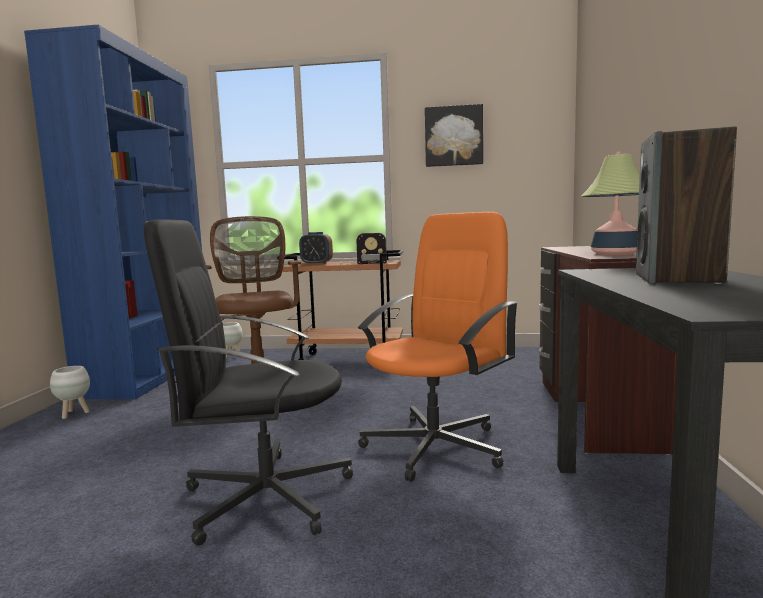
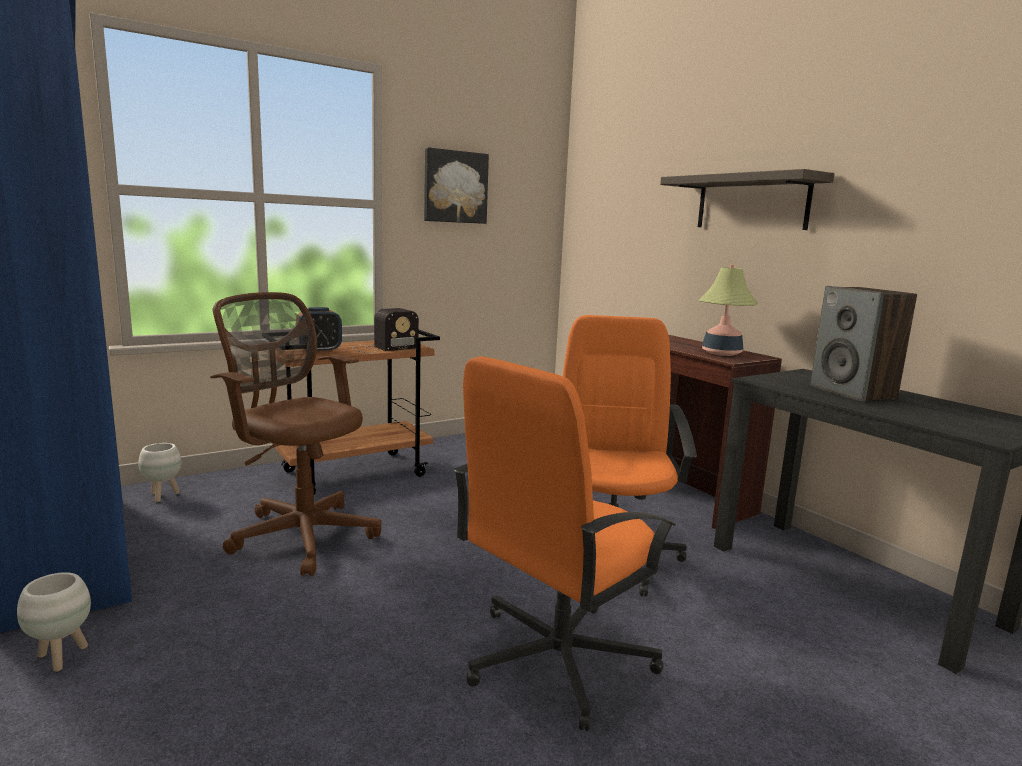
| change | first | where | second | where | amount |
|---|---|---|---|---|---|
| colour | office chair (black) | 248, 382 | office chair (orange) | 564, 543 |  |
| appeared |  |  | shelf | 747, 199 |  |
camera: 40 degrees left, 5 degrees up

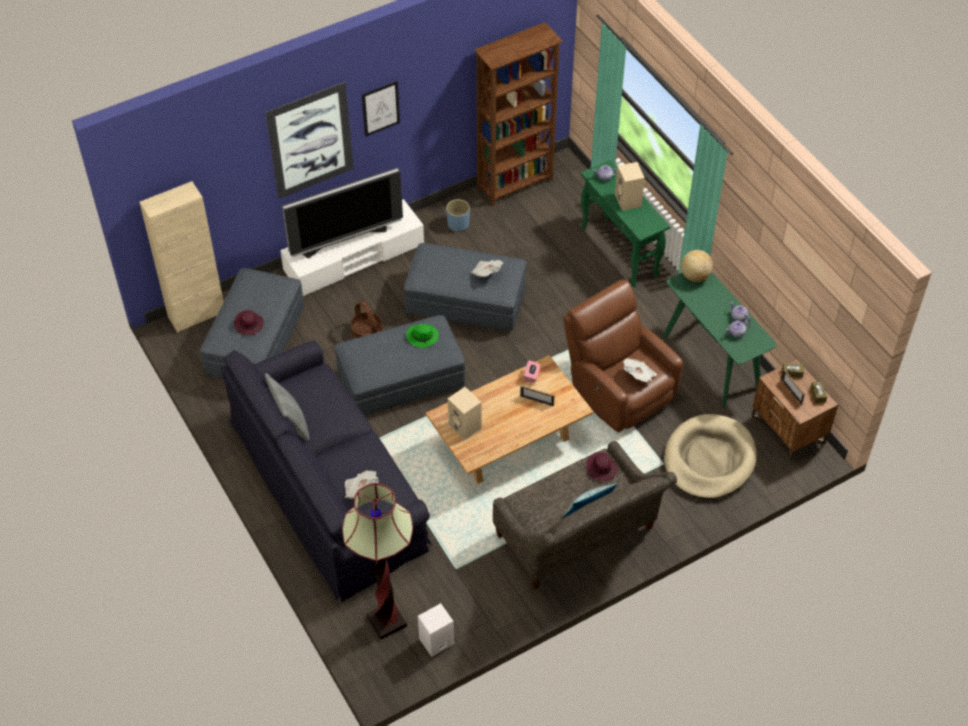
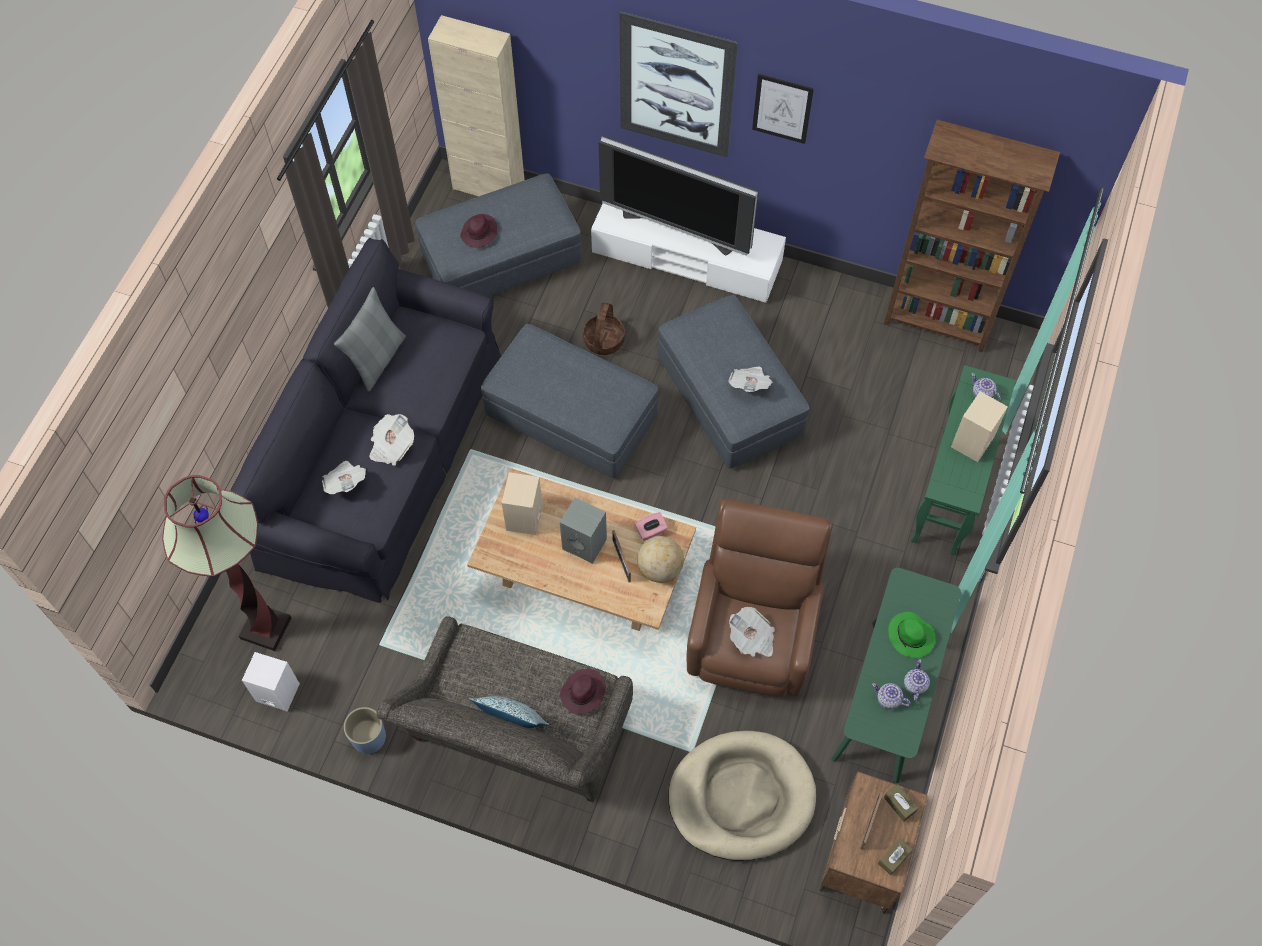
| change | first | where | second | where | amount |
|---|---|---|---|---|---|
| relocated | planter (blue) | 458, 215 |  | 365, 730 |  |
| appeared |  |  | newspaper | 391, 439 |  |
| appeared |  |  | speaker (grey) | 583, 531 |  |
| relocated | globe | 697, 266 |  | 660, 559 |  |
| relocated | hat (green) | 422, 336 |  | 912, 635 |  |
camera: 50 degrees right, 10 degrees up

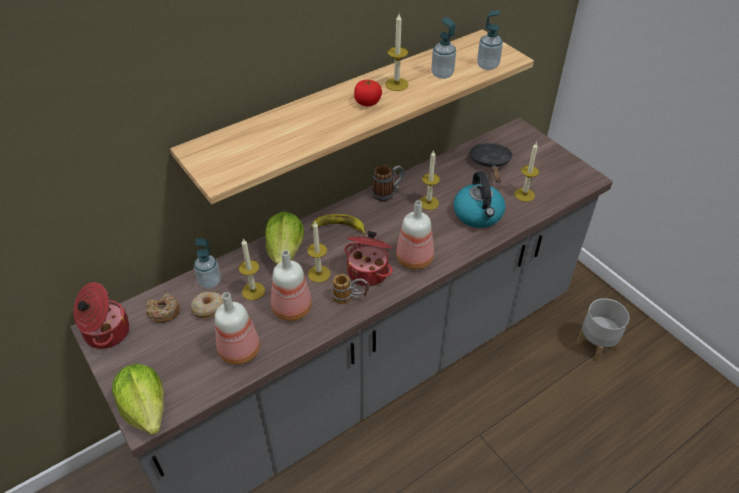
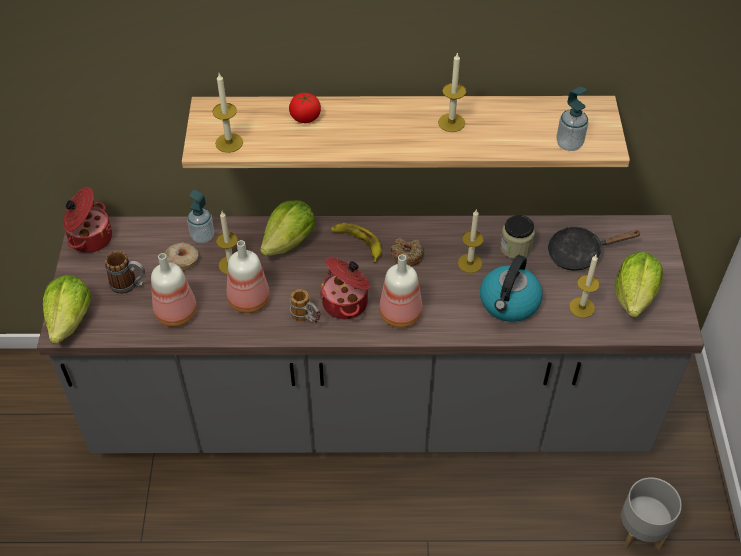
| change | first | where | second | where | amount |
|---|---|---|---|---|---|
| relocated | mug | 388, 183 |  | 125, 272 |  |
| relocated | candle | 318, 252 |  | 227, 113 |  |
| relocated | tomato | 368, 93 |  | 305, 108 |  |
| relocated | donut | 163, 308 |  | 407, 252 |  |
| appeared |  |  | jar | 517, 237 |  |
| spun | frying pan (black) | 491, 163 |  | 594, 248 | 135 degrees counterclockwise |
| appeared |  |  | lettuce | 639, 284 |  |
| missing | soap dispenser | 443, 48 |  |  |  |
camera: 35 degrees right, 5 degrees up

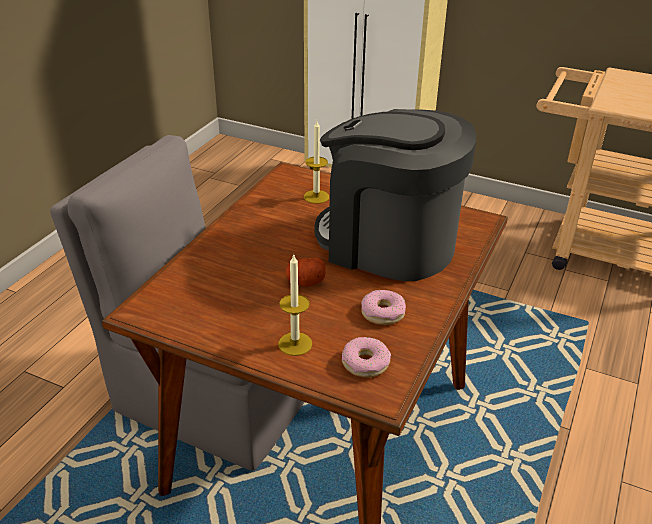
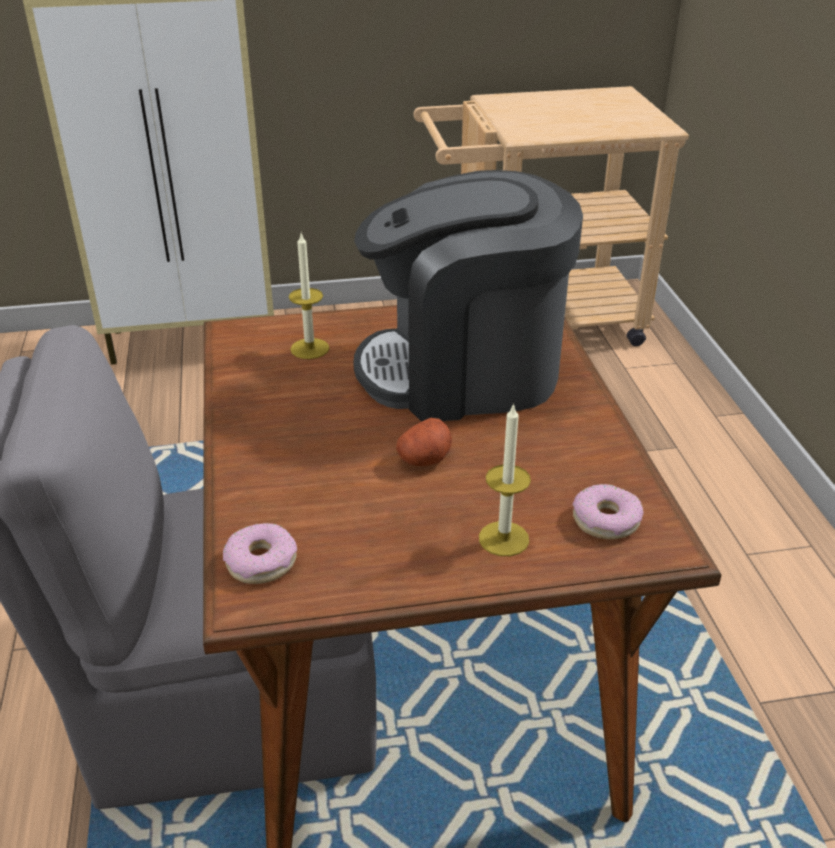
| change | first | where | second | where | amount |
|---|---|---|---|---|---|
| relocated | donut | 383, 307 |  | 260, 553 |  |
camera: 35 degrees left, 0 degrees up

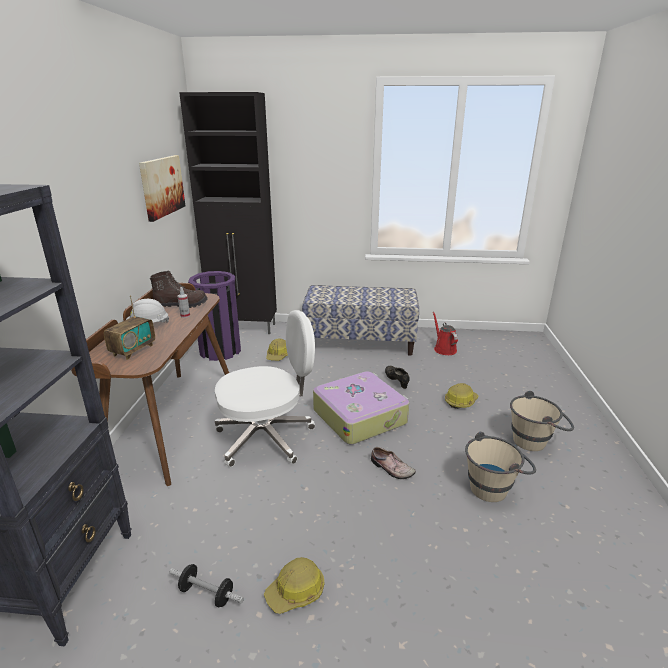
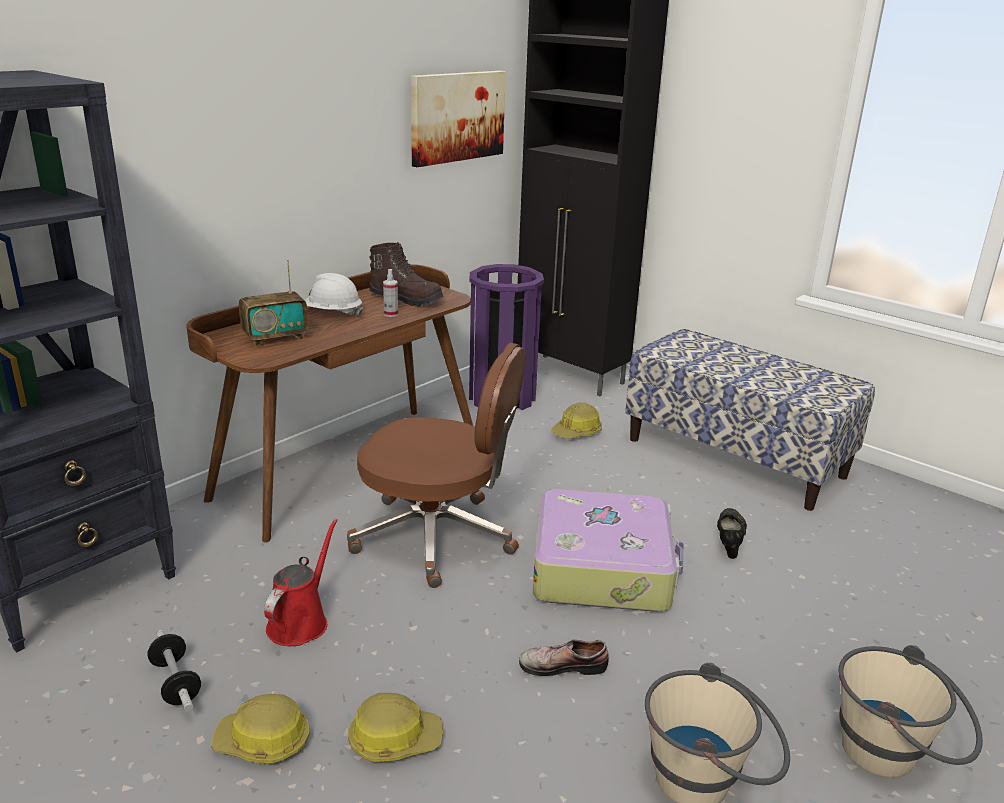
| change | first | where | second | where | amount |
|---|---|---|---|---|---|
| relocated | watering can (red) | 445, 333 |  | 301, 582 |  |
| colour | office chair (white) | 265, 388 | office chair (brown) | 436, 465 |  |
| relocated | hard hat | 462, 396 |  | 395, 727 |  |
| spun | shoe | 393, 463 |  | 564, 657 | 105 degrees clockwise |
camera: 35 degrees right, 0 degrees up

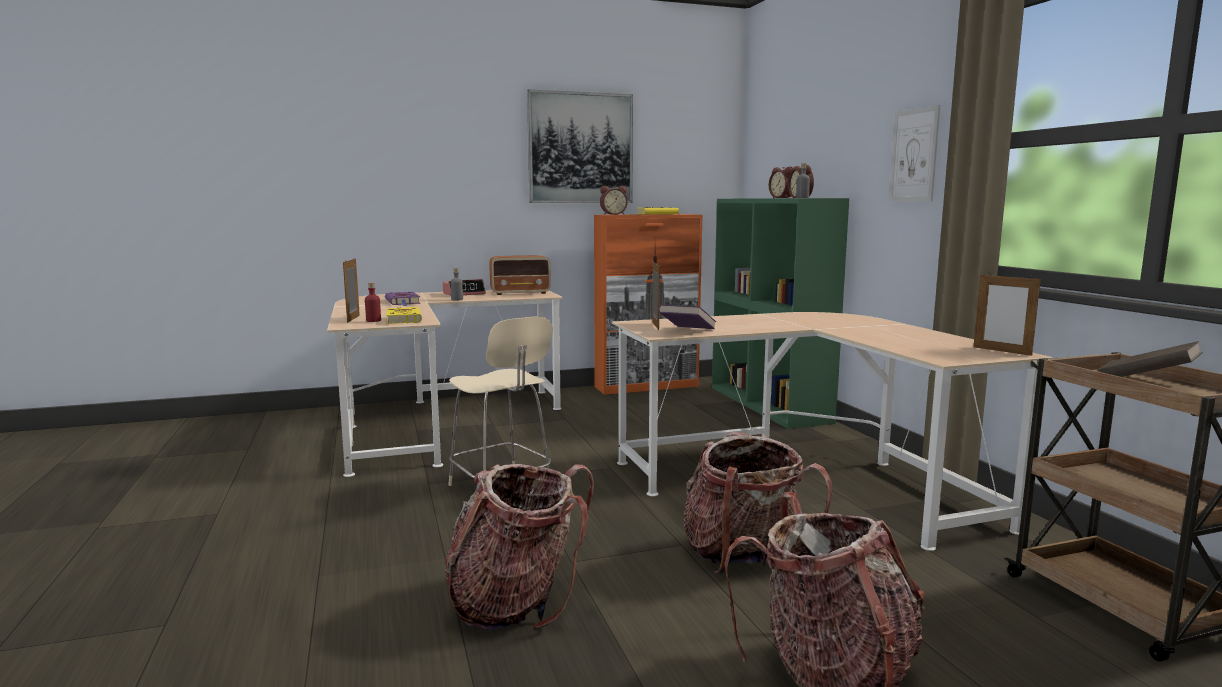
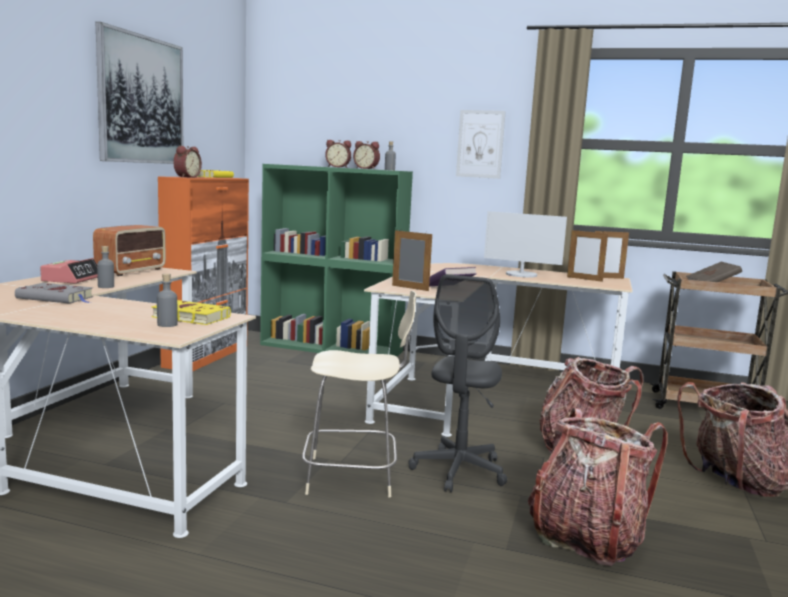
| change | first | where | second | where | amount |
|---|---|---|---|---|---|
| colour | book (purple) | 402, 299 | book (grey) | 54, 293 |  |
| colour | bottle (red) | 373, 302 | bottle (grey) | 167, 300 |  |
| appeared |  |  | office chair (grey) | 457, 383 |  |
| appeared |  |  | monitor | 525, 244 |  |
| relocated | picture frame | 351, 290 |  | 587, 255 |  |
camera: 55 degrees left, 0 degrees up

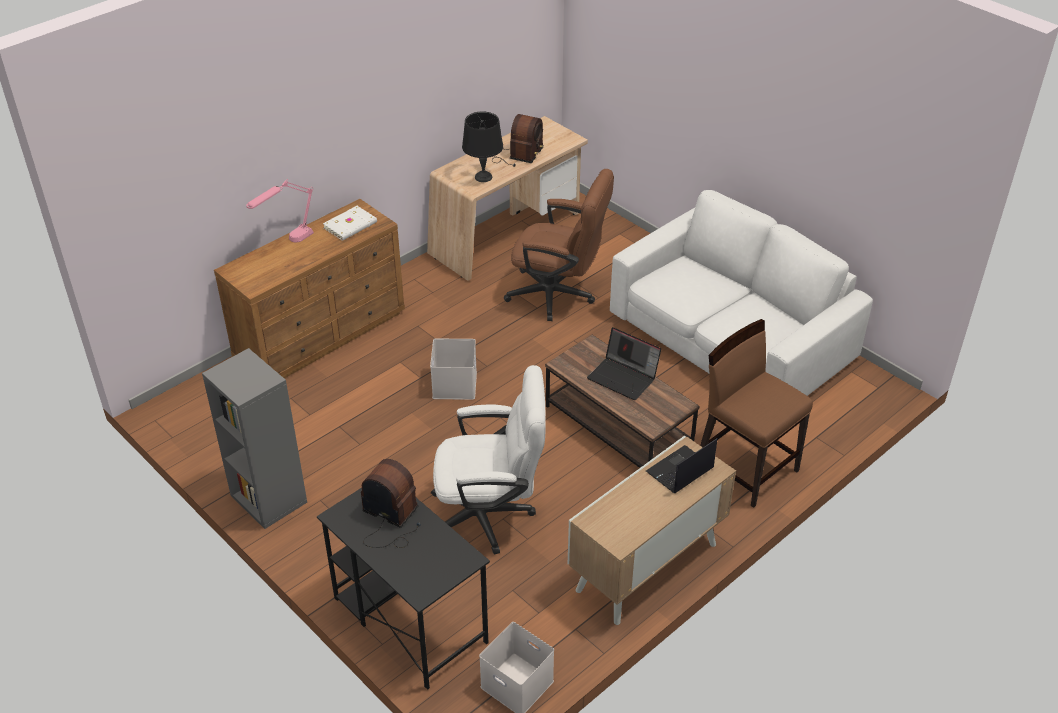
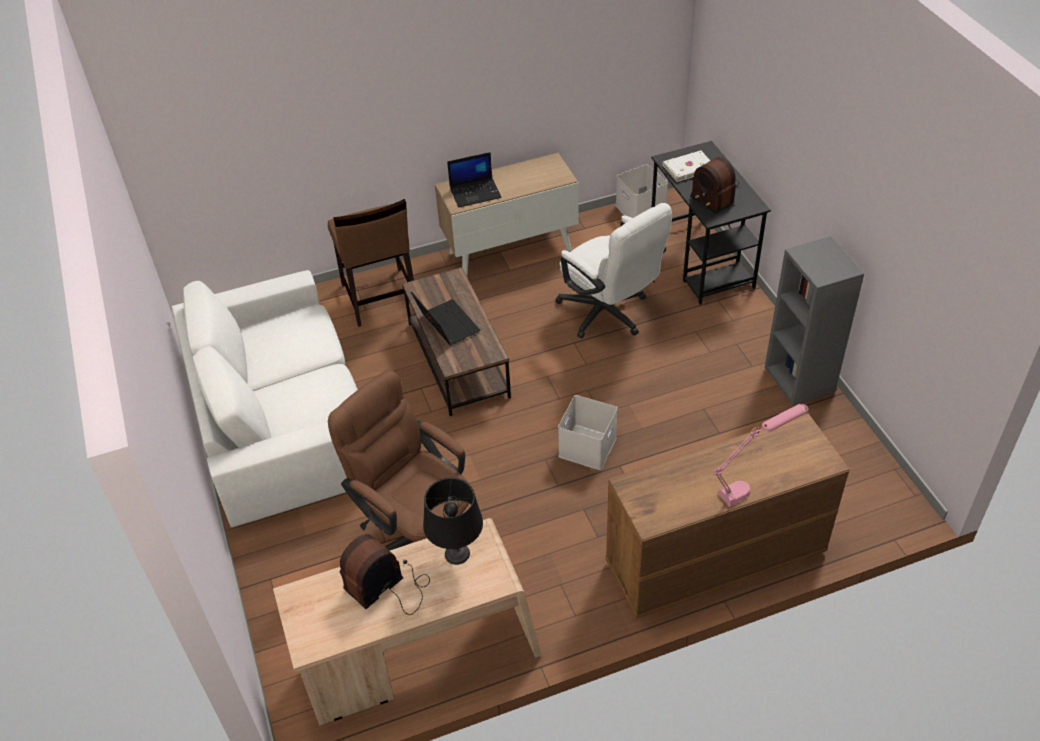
| change | first | where | second | where | amount |
|---|---|---|---|---|---|
| spun | office chair (white) | 488, 460 |  | 613, 270 | 150 degrees counterclockwise |
| relocated | book (white) | 350, 223 |  | 686, 166 |  |
camera: 155 degrees left, 5 degrees up

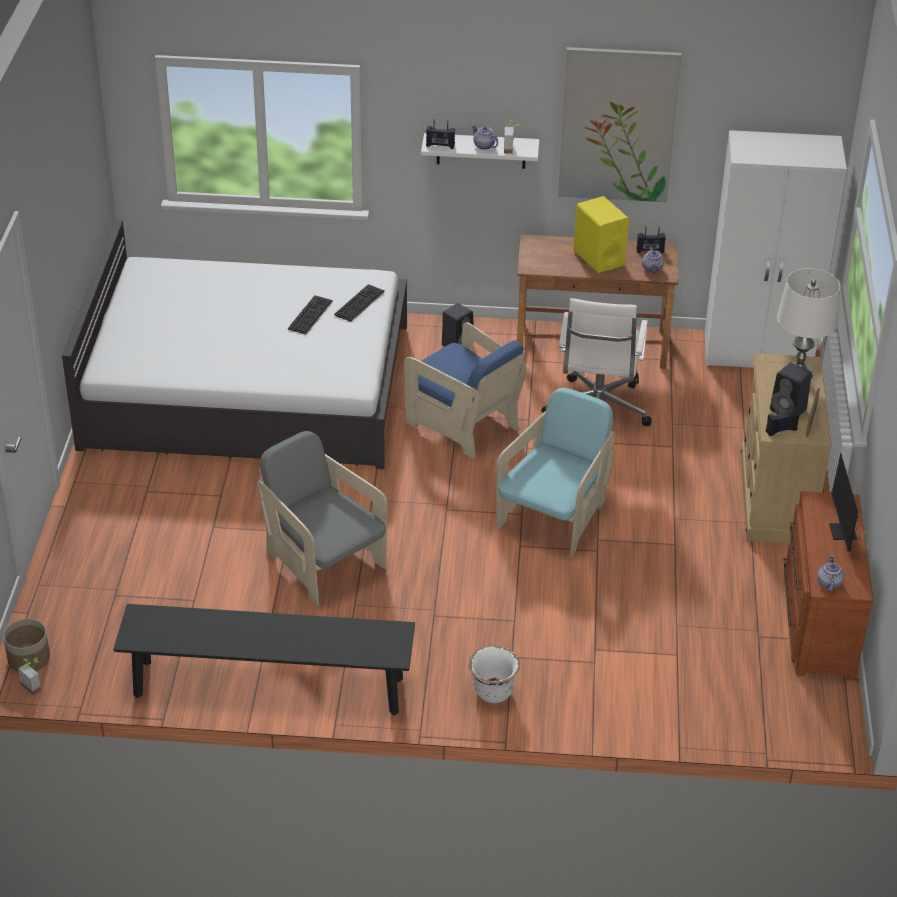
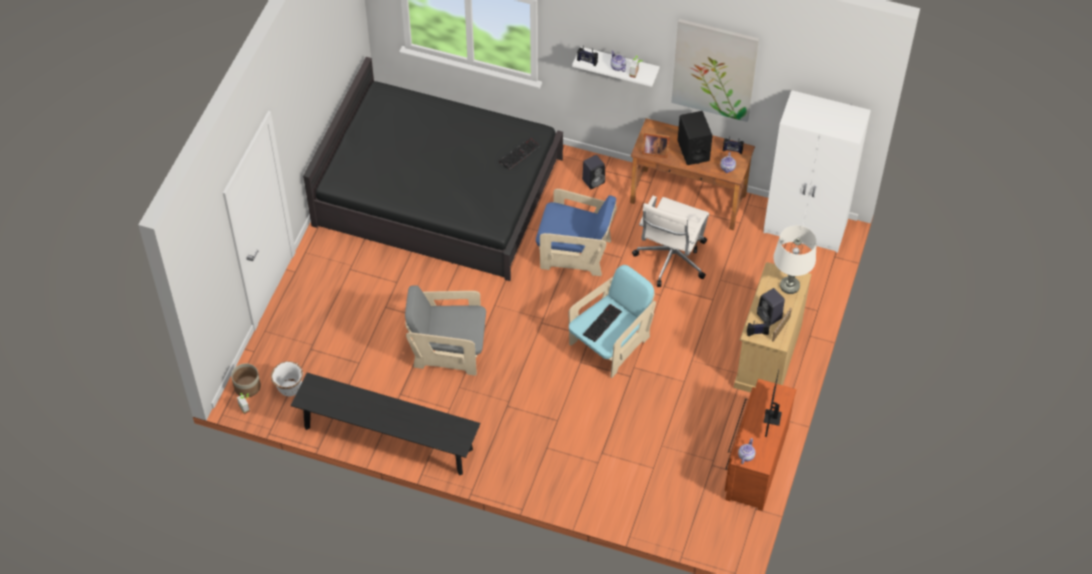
| change | first | where | second | where | amount |
|---|---|---|---|---|---|
| relocated | planter (white) | 494, 674 |  | 287, 378 |  |
| colour | bed (white) | 234, 344 | bed (black) | 433, 169 |  |
| spun | armchair (grey) | 322, 518 |  | 445, 330 | 60 degrees counterclockwise |
| spun | armchair (blue) | 465, 390 |  | 576, 232 | 45 degrees counterclockwise |
| relocated | keyboard | 310, 314 |  | 602, 323 |  |
| appeared |  |  | picture frame | 656, 145 |  |
| colour | speaker (yellow) | 601, 234 | speaker (black) | 695, 138 |  |
camera: 15 degrees right, 15 degrees up

